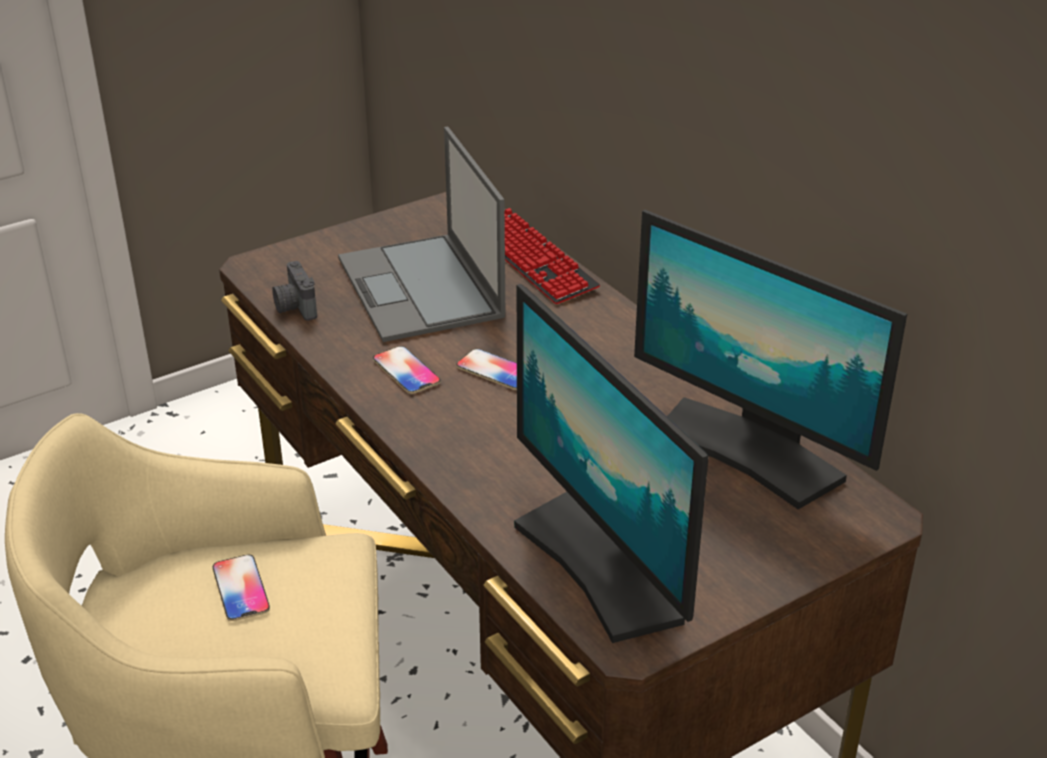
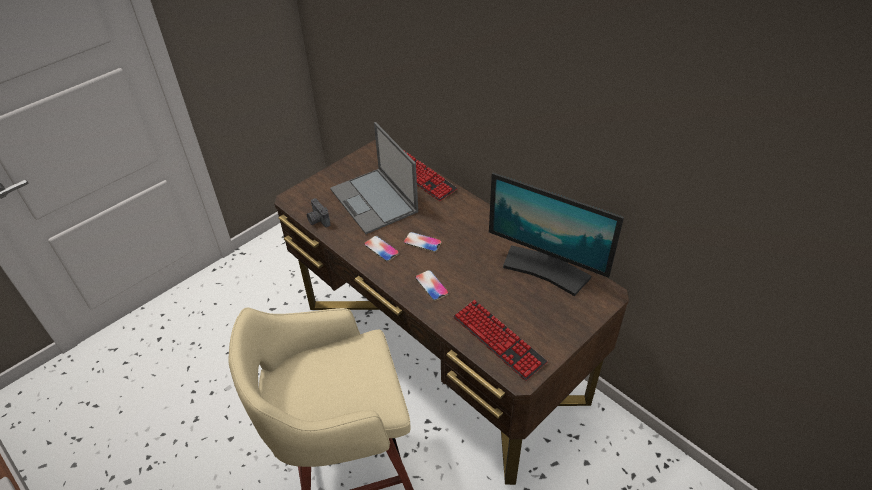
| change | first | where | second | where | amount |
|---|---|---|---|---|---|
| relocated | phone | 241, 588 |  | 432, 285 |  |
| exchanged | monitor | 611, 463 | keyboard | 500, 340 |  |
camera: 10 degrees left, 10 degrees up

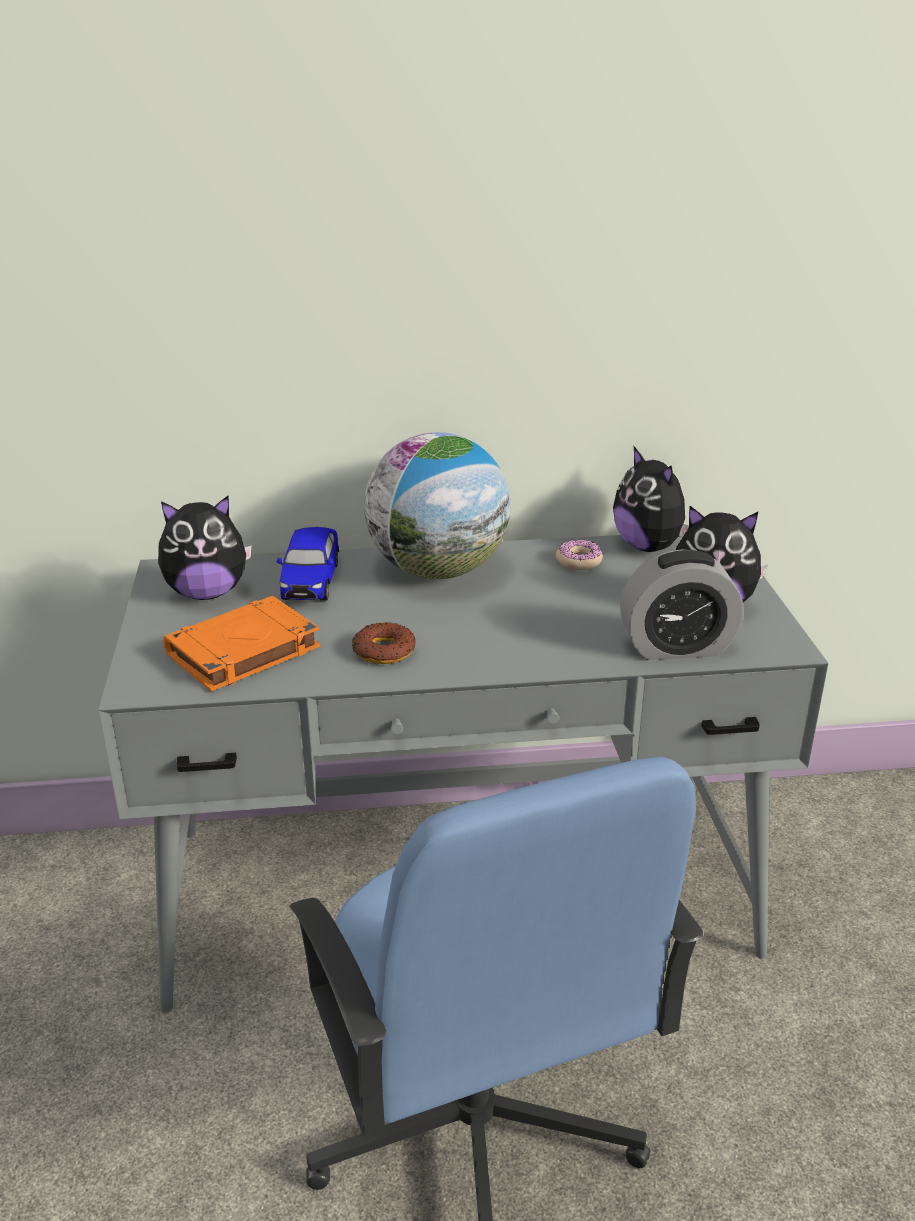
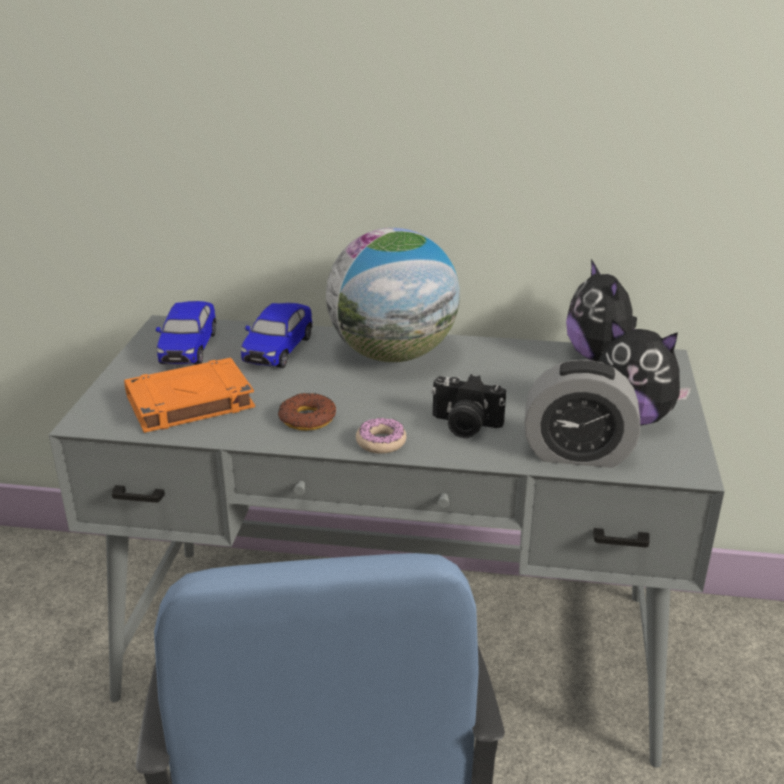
| change | first | where | second | where | amount |
|---|---|---|---|---|---|
| exchanged | plush toy | 205, 548 | toy car | 186, 333 |  |
| relocated | donut | 579, 555 |  | 381, 436 |  |
| appeared |  |  | photo camera | 468, 406 |  |
camera: 15 degrees right, 0 degrees up

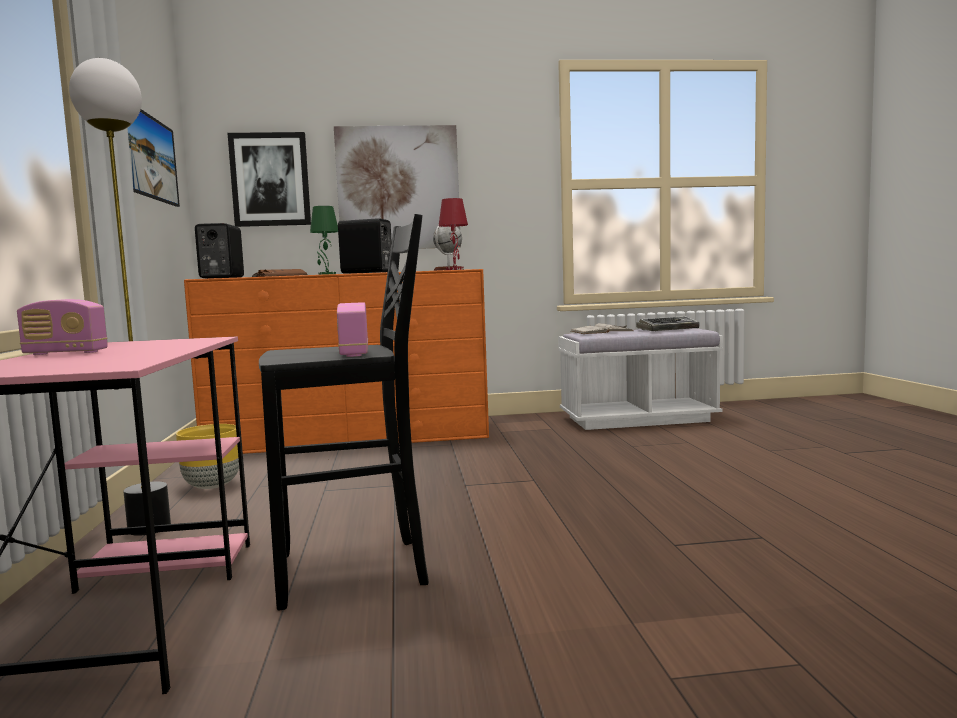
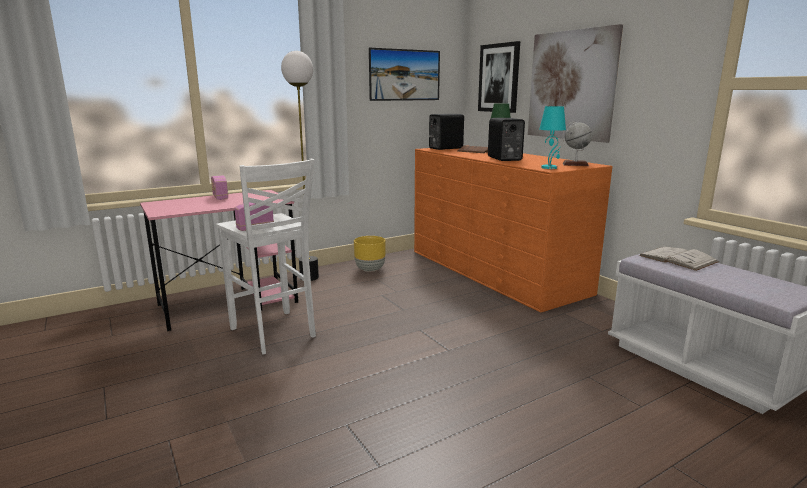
| change | first | where | second | where | amount |
|---|---|---|---|---|---|
| colour | stool (black) | 344, 412 | stool (white) | 266, 256 |  |
| colour | table lamp (red) | 453, 234 | table lamp (turquoise) | 552, 137 |  |
| missing | keyboard | 667, 323 |  |  |  |
camera: 65 degrees right, 10 degrees up

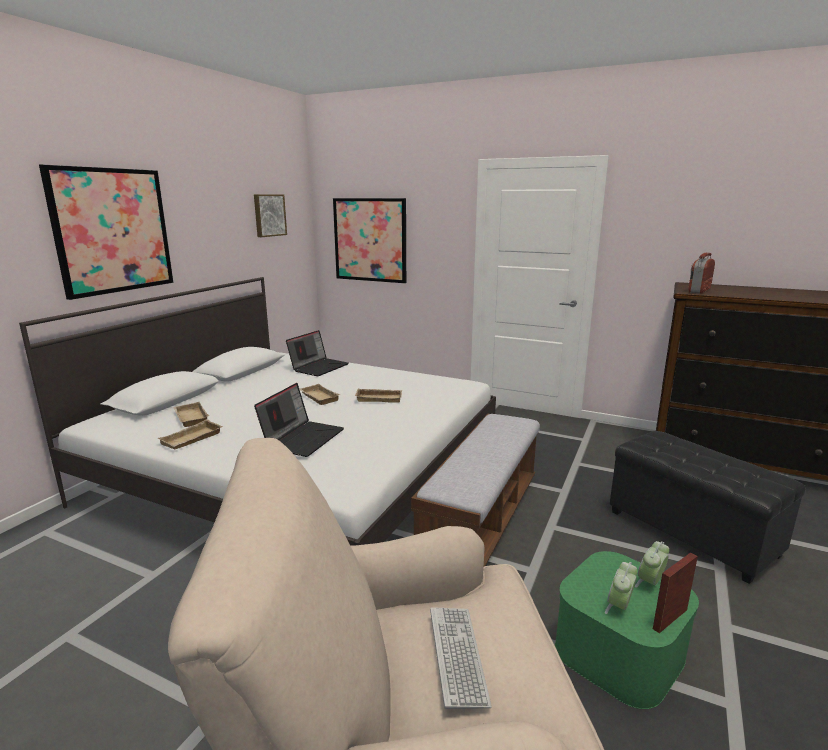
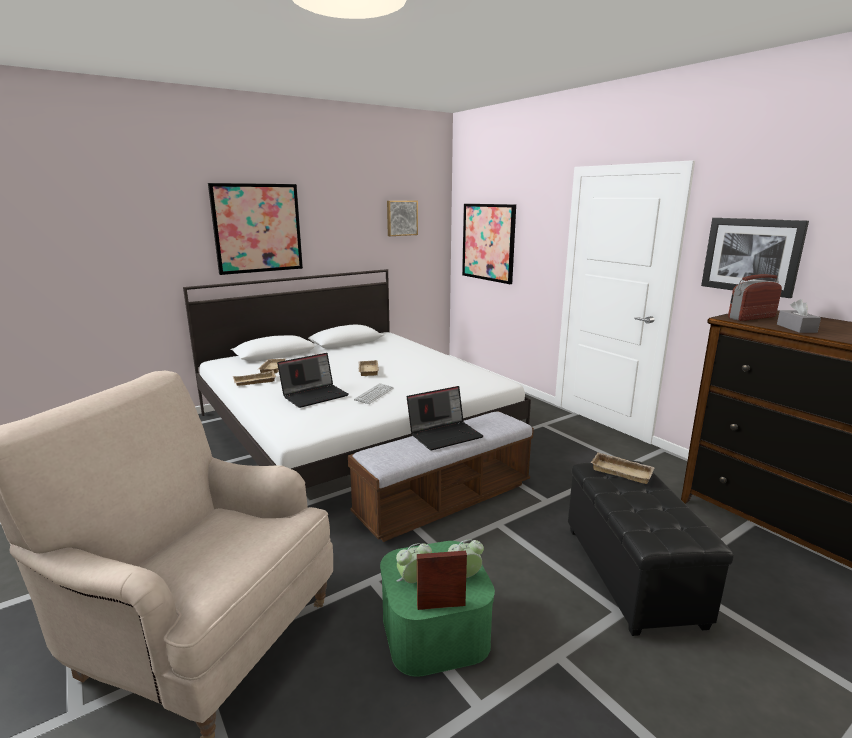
| change | first | where | second | where | amount |
|---|---|---|---|---|---|
| relocated | keyboard | 461, 658 |  | 374, 393 |  |
| relocated | laptop | 317, 353 |  | 445, 418 |  |
| relocated | tray (beige) | 378, 396 |  | 623, 468 |  |
| appeared |  |  | picture | 755, 258 |  |
| appeared |  |  | tissue box (grey) | 799, 316 |  |
camera: 30 degrees right, 0 degrees up

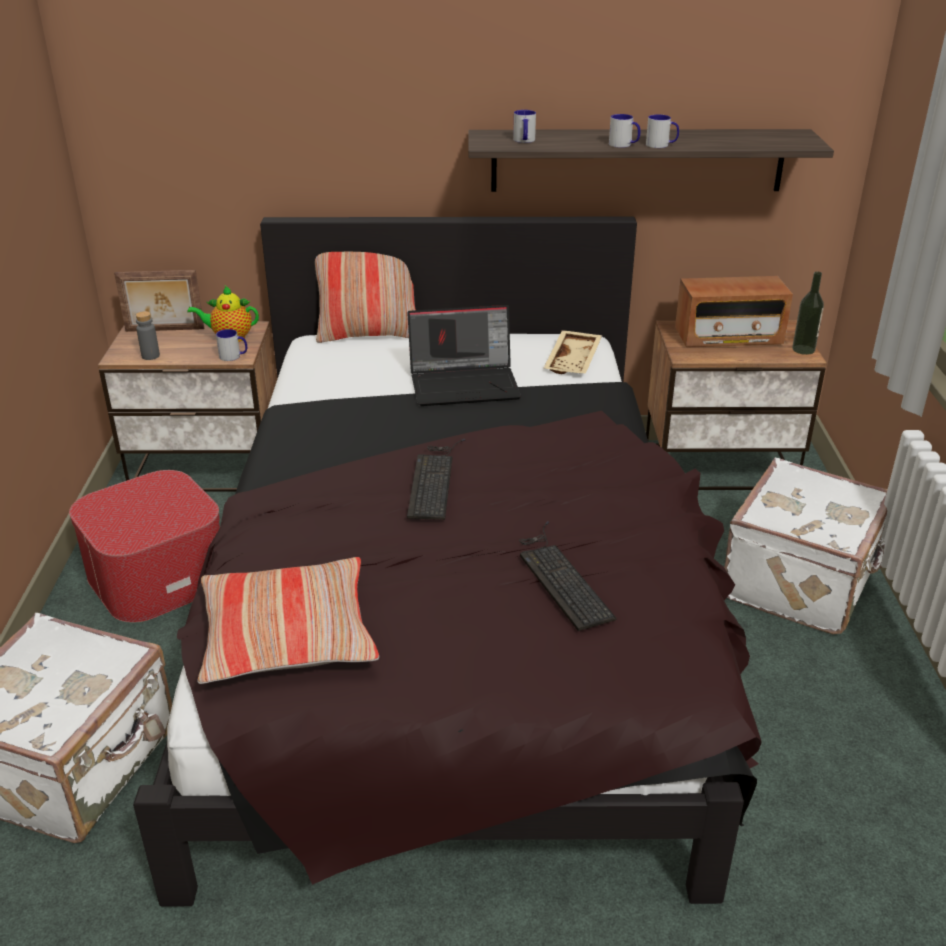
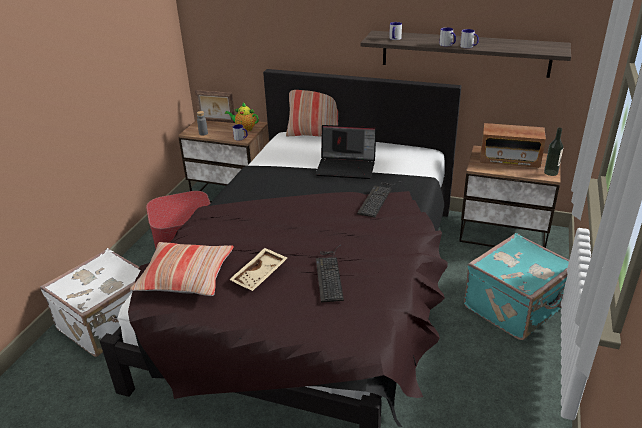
| change | first | where | second | where | amount |
|---|---|---|---|---|---|
| relocated | tray (beige) | 573, 352 |  | 258, 269 |  |
| relocated | keyboard | 436, 479 |  | 379, 199 |  |
| colour | suitcase (white) | 806, 546 | suitcase (turquoise) | 516, 286 |  |
camera: 20 degrees right, 0 degrees up

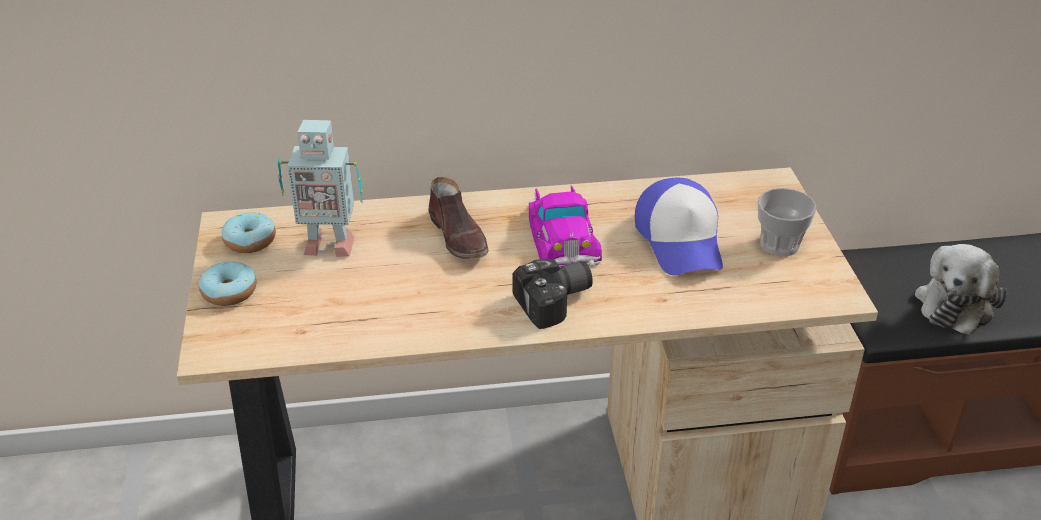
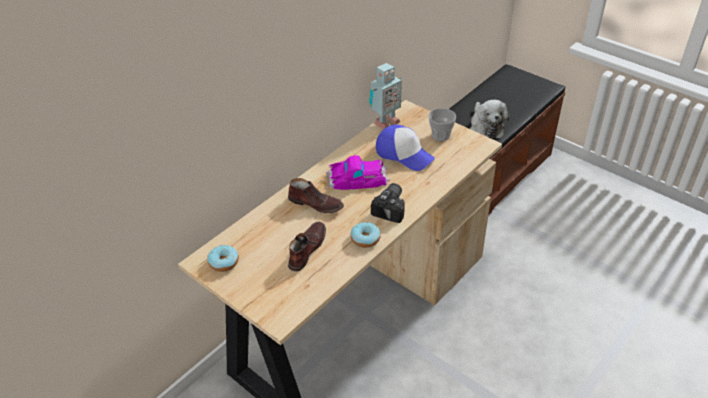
| change | first | where | second | where | amount |
|---|---|---|---|---|---|
| appeared |  |  | shoe (brown) | 307, 247 |  |
| spun | toy car | 565, 226 |  | 358, 172 | 45 degrees counterclockwise |
| relocated | donut | 227, 283 |  | 365, 235 |  |
| relocated | toy robot | 320, 188 |  | 385, 96 |  |
camera: 40 degrees left, 5 degrees up

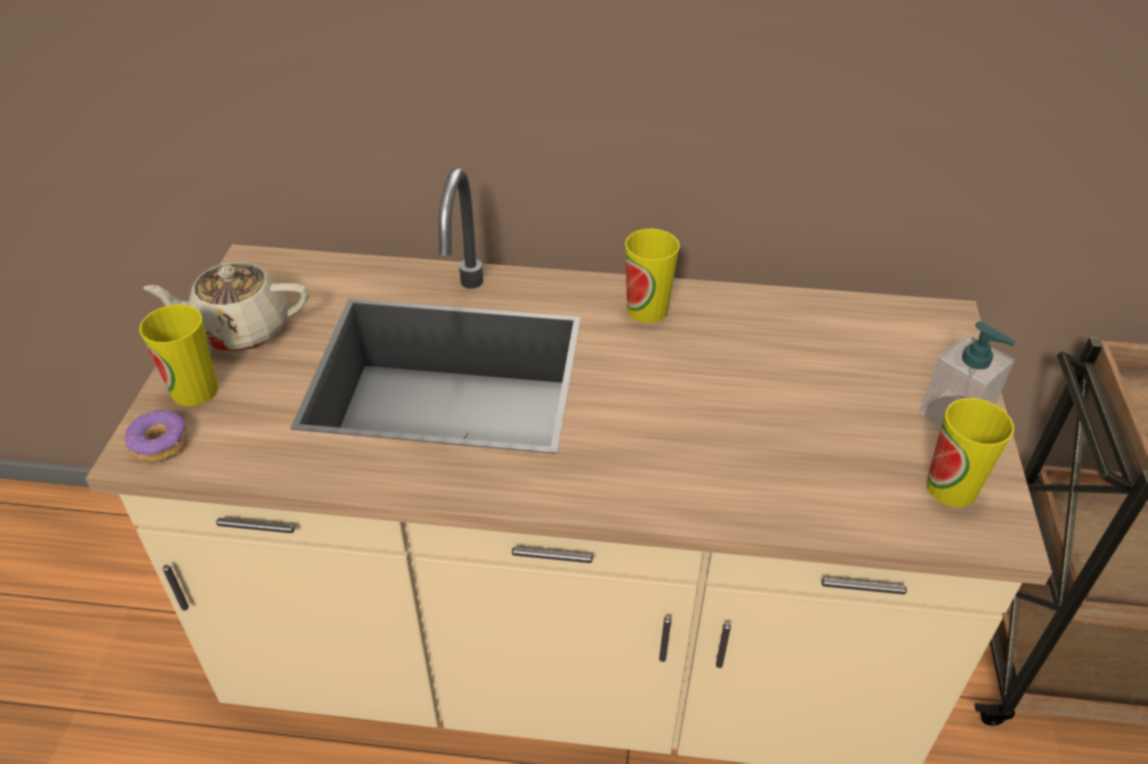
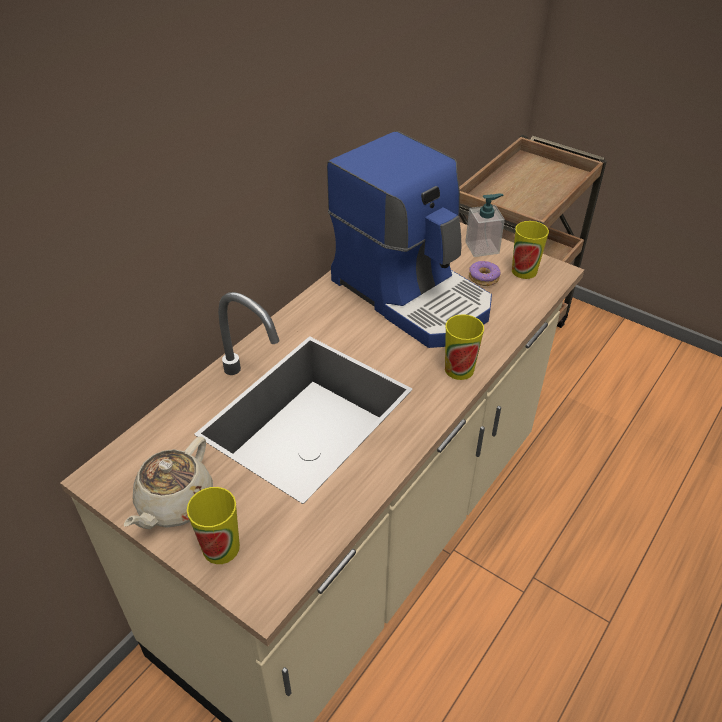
| change | first | where | second | where | amount |
|---|---|---|---|---|---|
| appeared |  |  | coffee machine | 409, 239 |  |
| relocated | cup | 652, 276 |  | 464, 347 |  |
| relocated | donut | 156, 436 |  | 484, 273 |  |
camera: 60 degrees left, 0 degrees up

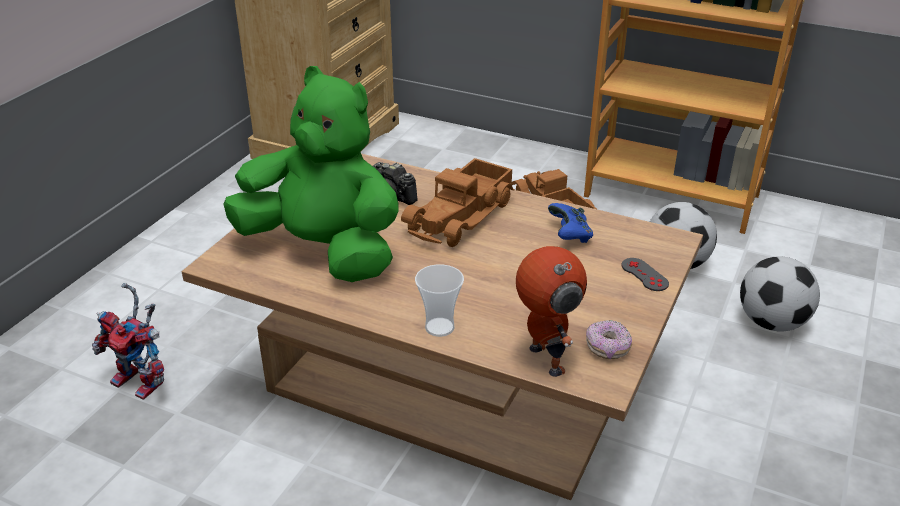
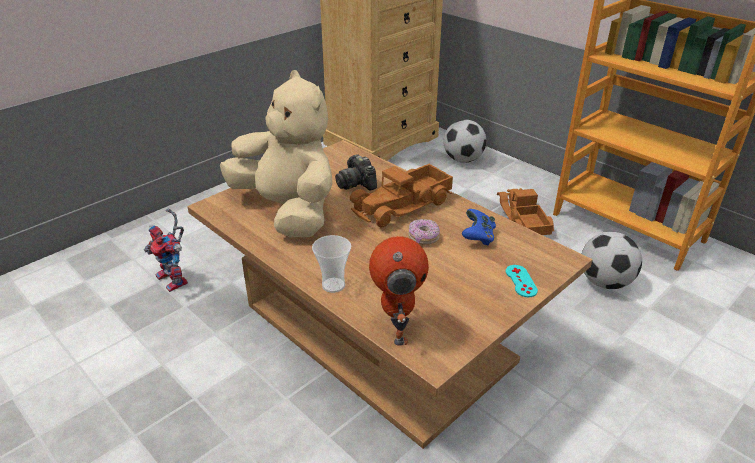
| change | first | where | second | where | amount |
|---|---|---|---|---|---|
| colour | plush toy (green) | 311, 174 | plush toy (beige) | 276, 153 |  |
| relocated | donut | 609, 340 |  | 424, 232 |  |
| relocated | football | 780, 293 |  | 465, 141 |  |
| colour | game controller (grey) | 645, 274 | game controller (turquoise) | 522, 281 |  |
camera: 20 degrees right, 0 degrees up

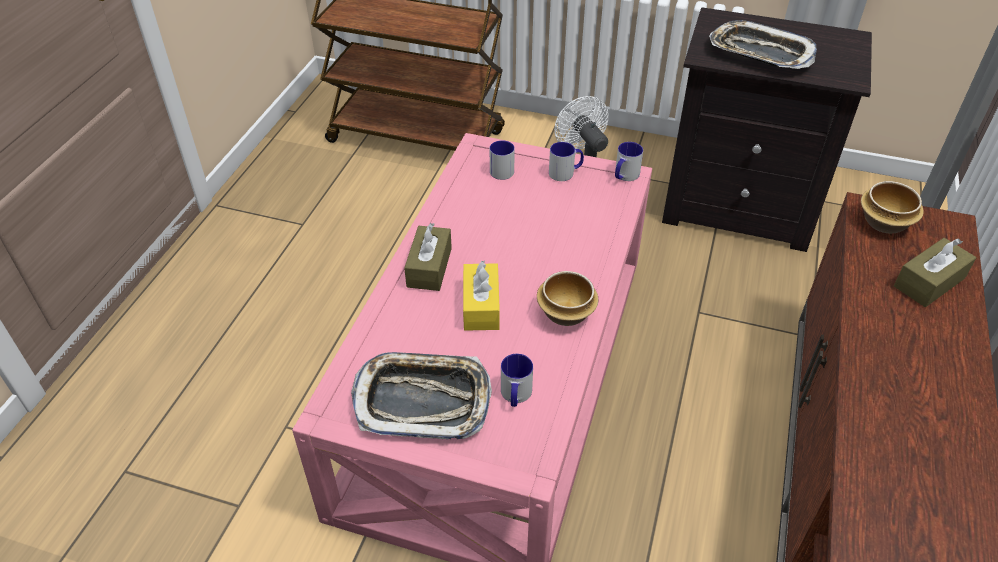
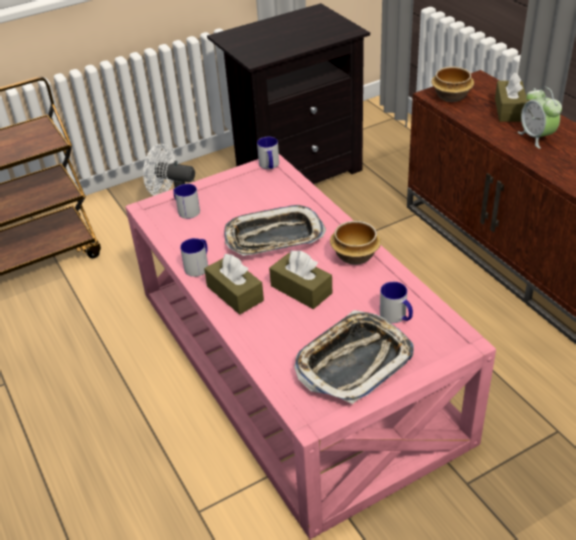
| change | first | where | second | where | amount |
|---|---|---|---|---|---|
| relocated | mug | 566, 161 |  | 194, 257 |  |
| relocated | tray | 763, 44 |  | 275, 230 |  |
| colour | tissue box (yellow) | 481, 296 | tissue box (brown) | 300, 279 |  |
| appeared |  |  | alarm clock | 540, 118 |  |
camera: 45 degrees left, 5 degrees down

